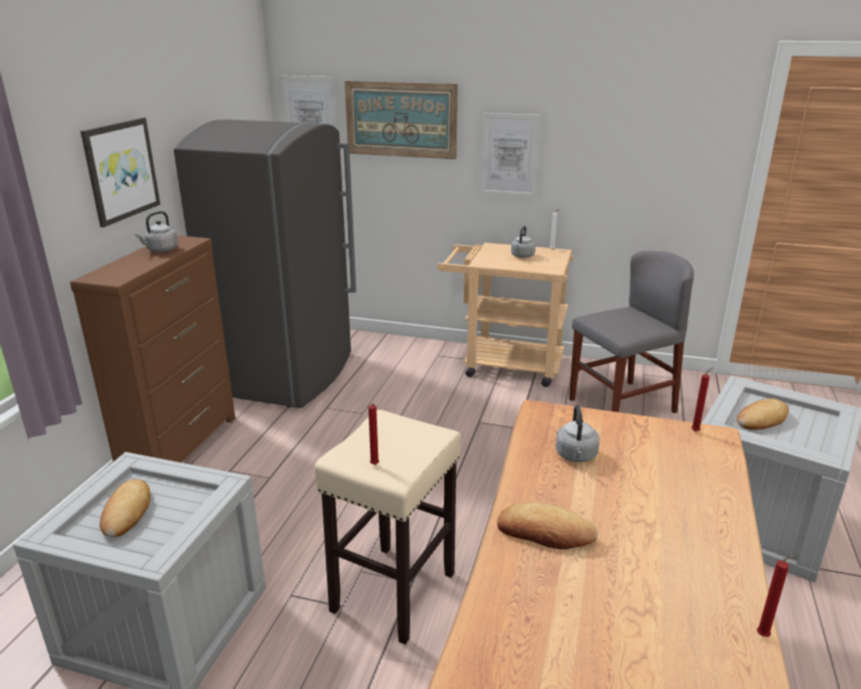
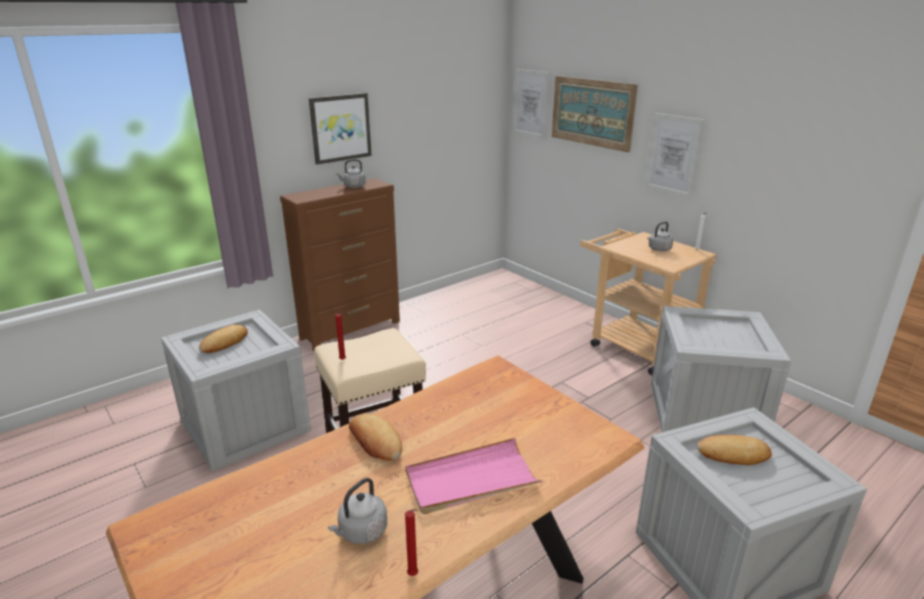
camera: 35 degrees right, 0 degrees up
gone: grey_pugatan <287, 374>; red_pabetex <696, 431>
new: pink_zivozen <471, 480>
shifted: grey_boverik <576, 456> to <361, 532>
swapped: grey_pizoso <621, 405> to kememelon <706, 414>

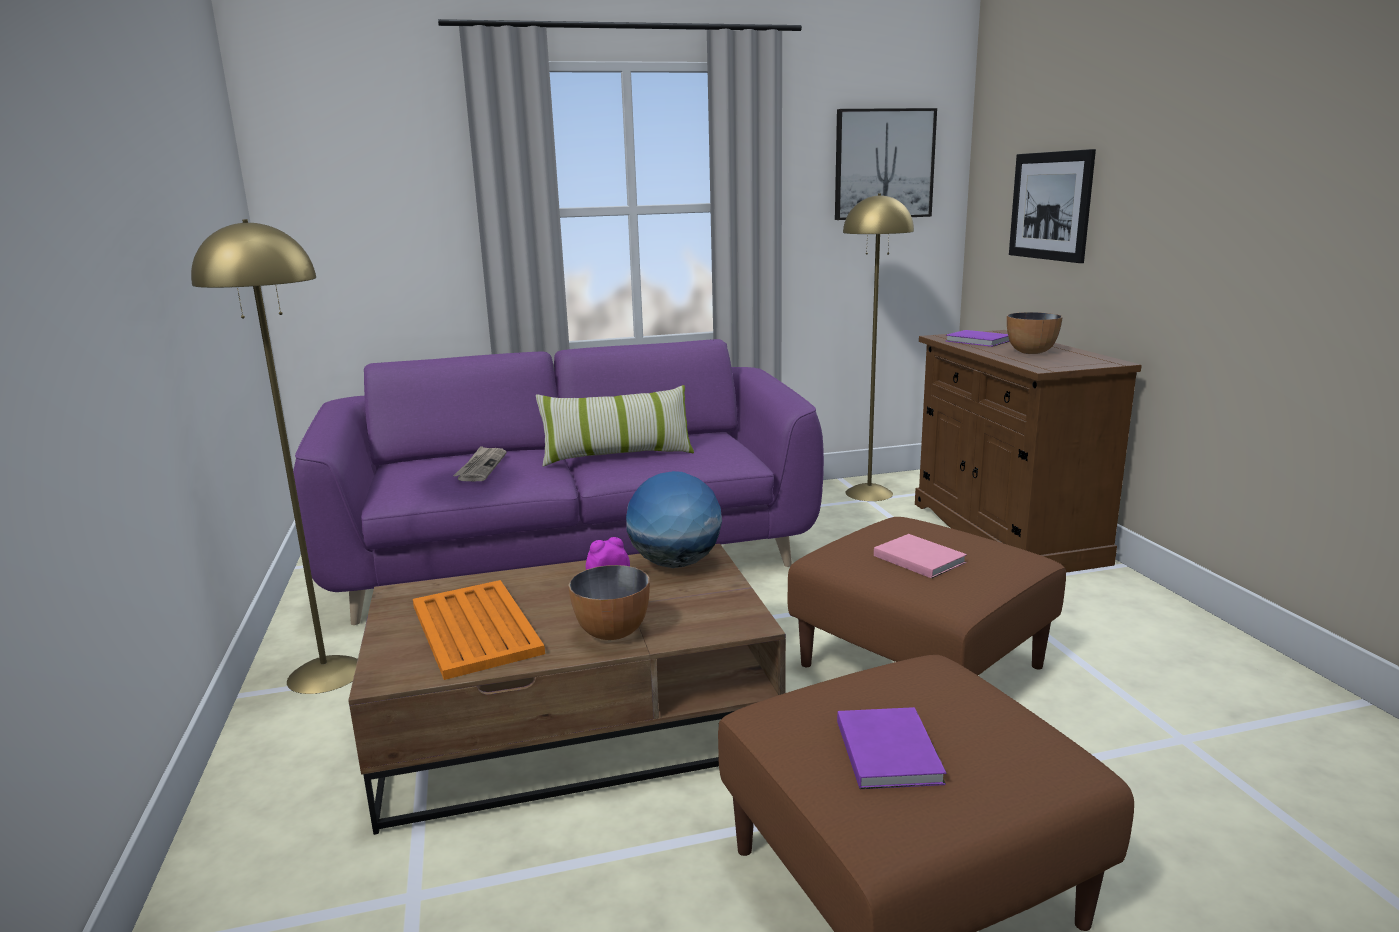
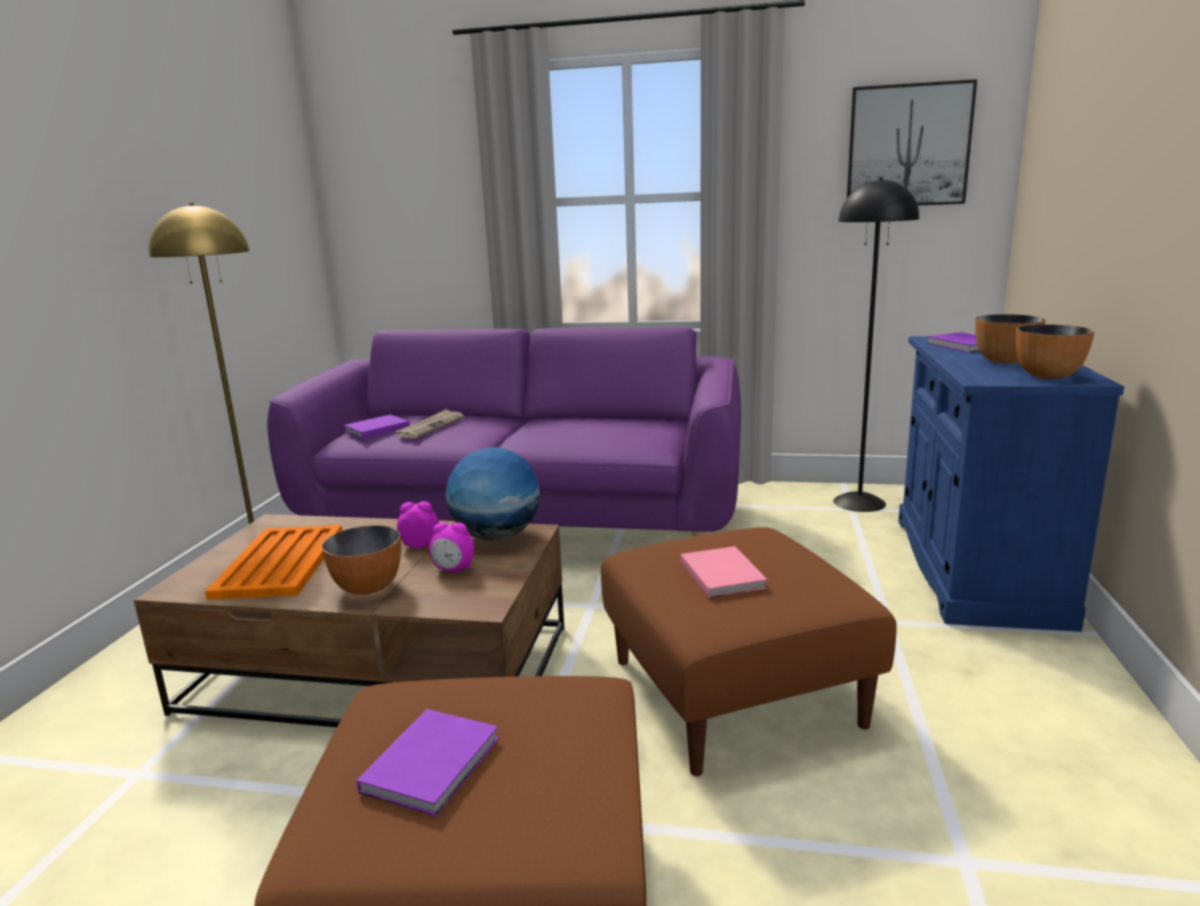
camera: 25 degrees right, 0 degrees up
gone: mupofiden <617, 455>; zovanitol <1050, 206>
new: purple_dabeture <375, 429>; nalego <453, 569>; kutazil <1047, 376>
repainted: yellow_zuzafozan <868, 493> to black_zuzafozan <859, 502>; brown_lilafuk <1004, 532> to blue_lilafuk <975, 568>

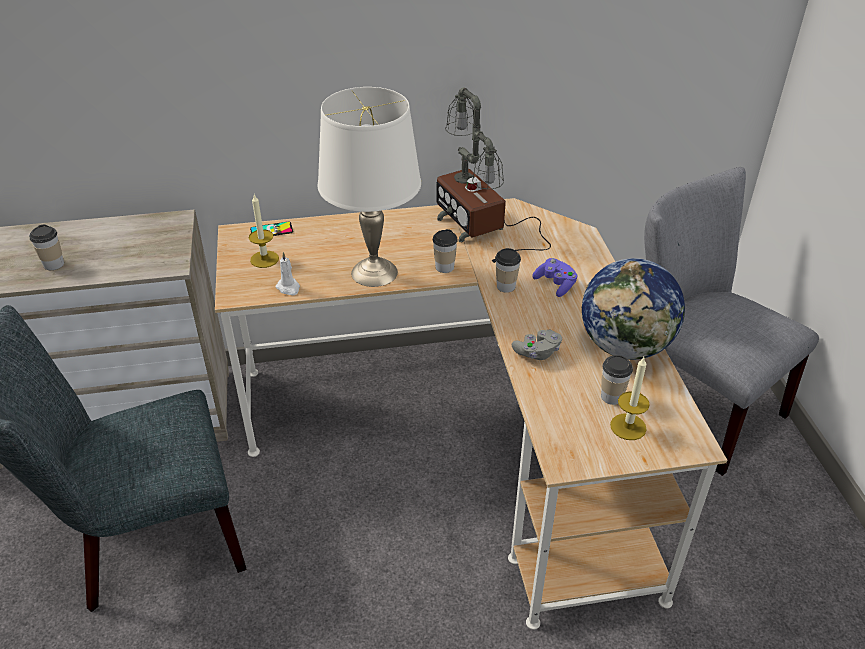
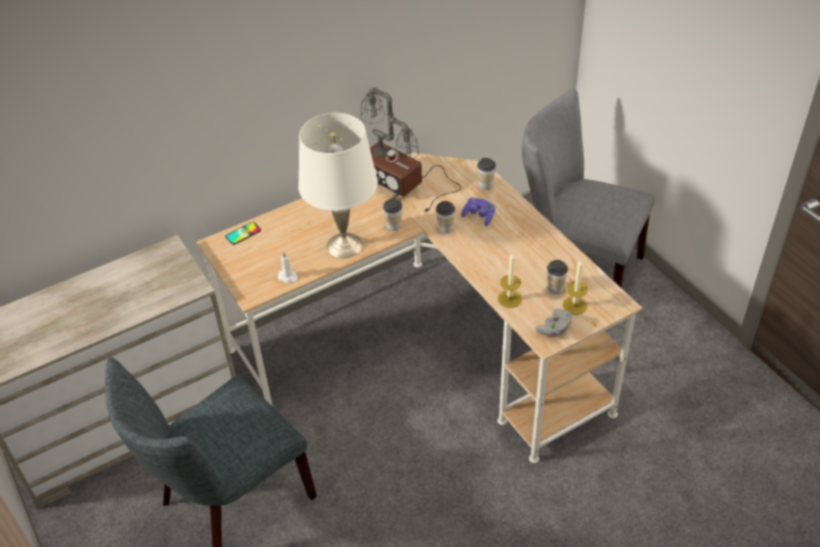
camera: 20 degrees left, 5 degrees up
gone: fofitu <625, 346>
shifted: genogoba <53, 264> to <485, 185>; pabetex <264, 259> to <509, 299>; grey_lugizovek <537, 352> to <554, 328>

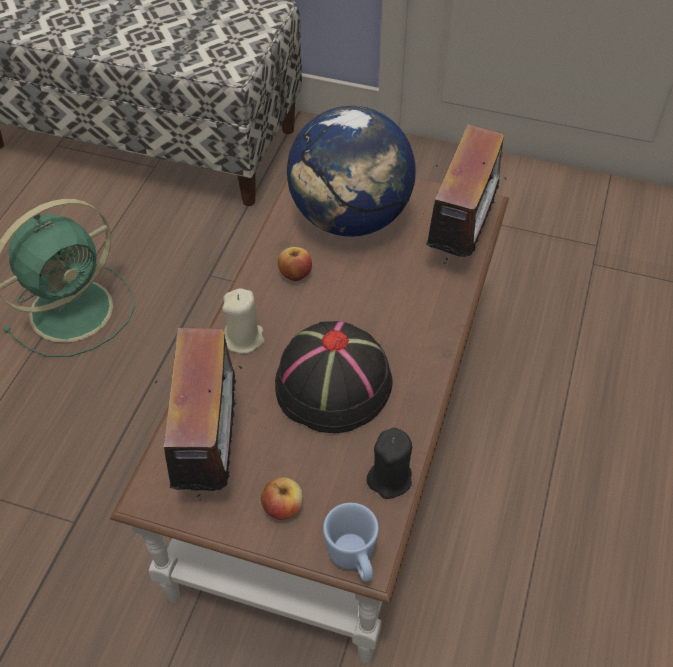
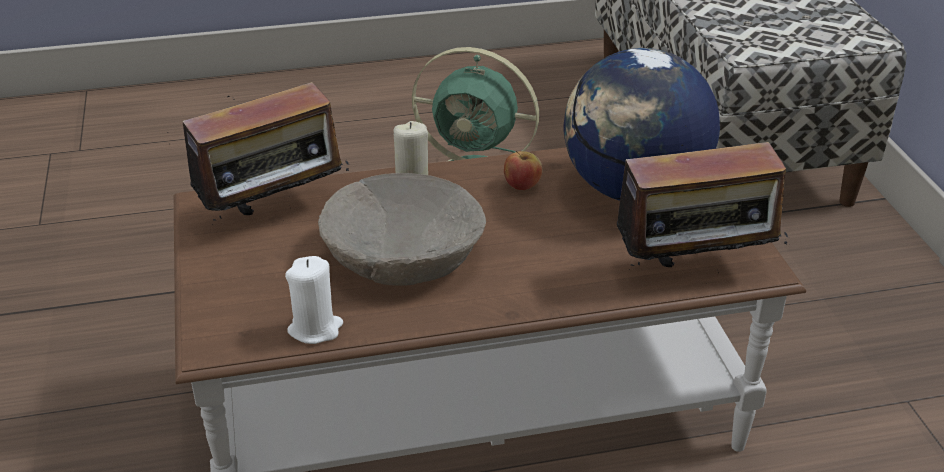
camera: 60 degrees right, 15 degrees down
gone: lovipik <283, 507>; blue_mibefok <354, 559>
swapped: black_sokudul <332, 385> to beige_kutazil <402, 255>
repainted: black_pabetex <390, 478> to white_pabetex <315, 329>

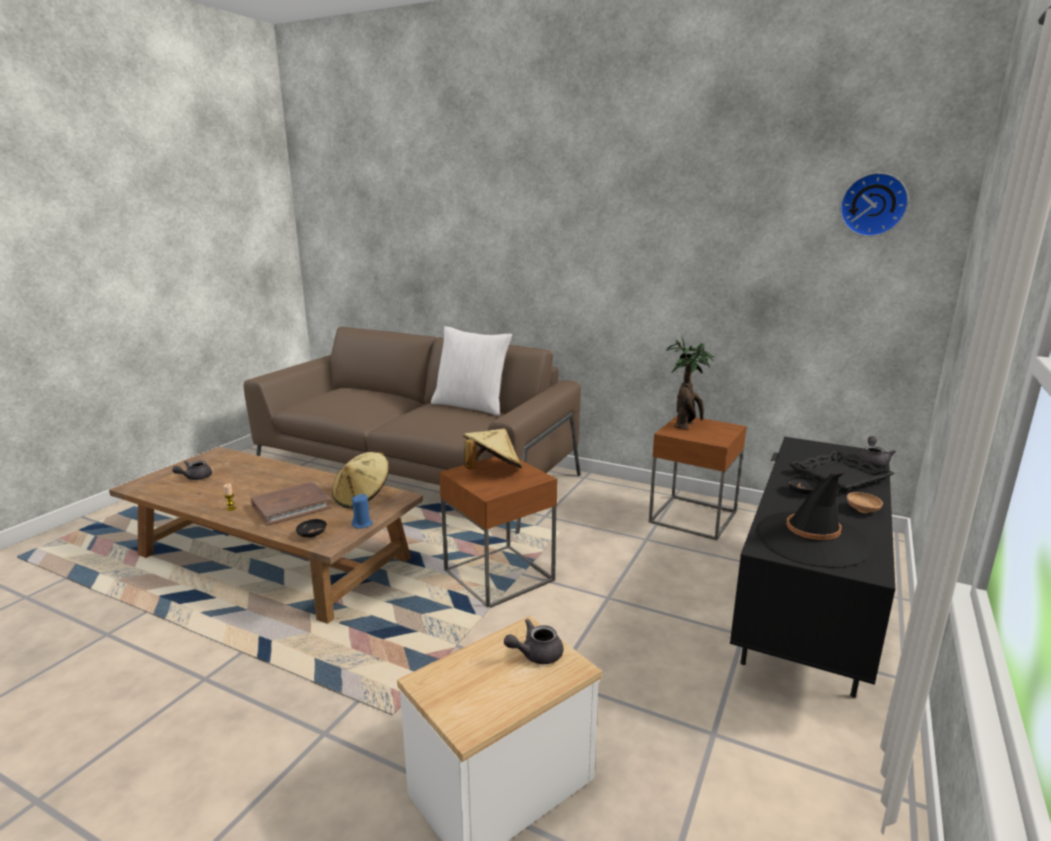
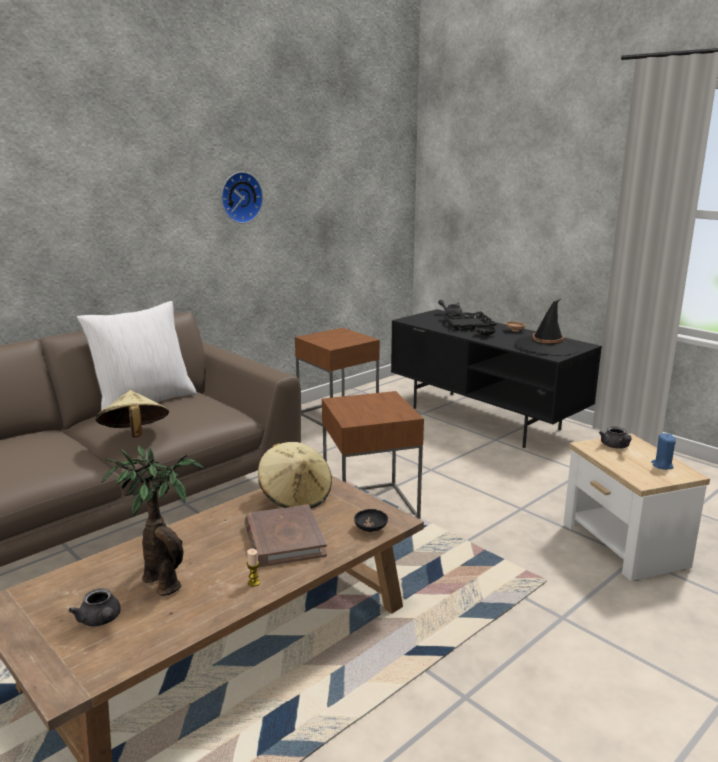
camera: 70 degrees left, 0 degrees up
shifted: blue_pabetex <362, 524> to <662, 465>; beige_sokudul <492, 470> to <134, 436>; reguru <686, 424> to <162, 580>; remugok <873, 205> to <240, 197>

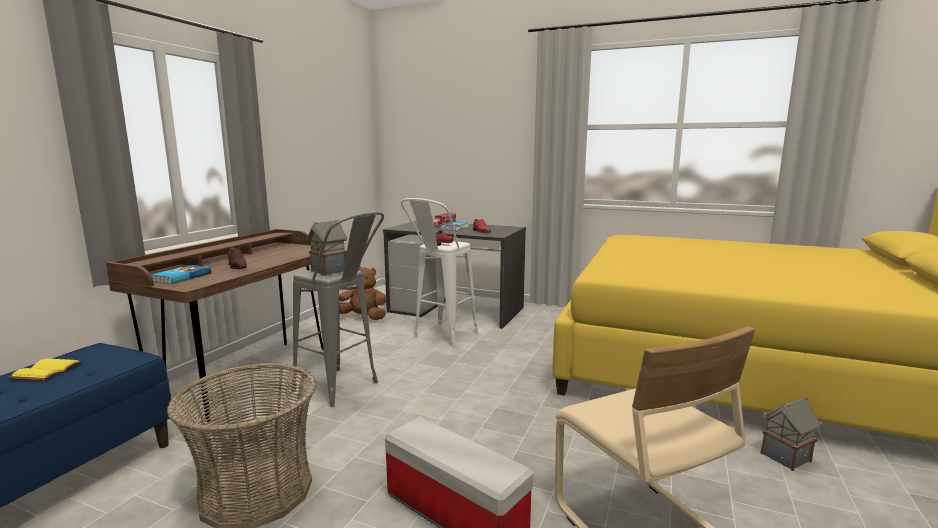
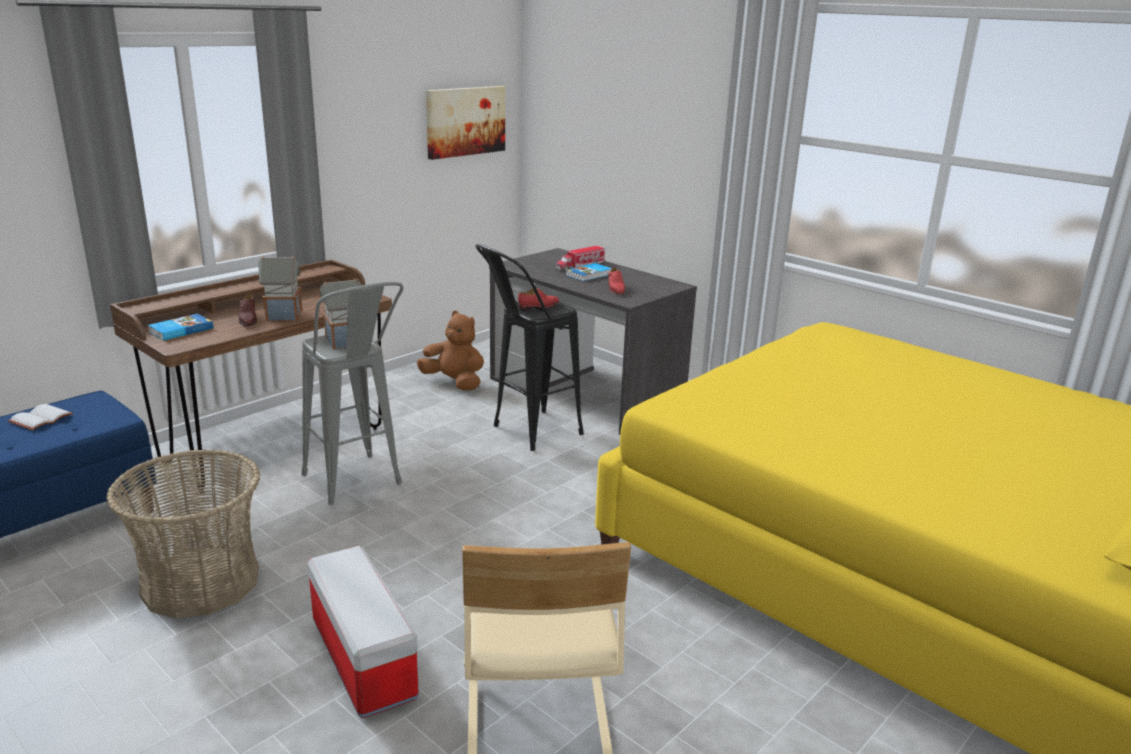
camera: 20 degrees right, 10 degrees up
new: zovanitol <465, 121>
shifted: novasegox <785, 458> to <283, 315>
repainted: yellow_dabeture <46, 371> to white_dabeture <41, 418>; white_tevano <440, 337> to black_tevano <526, 434>

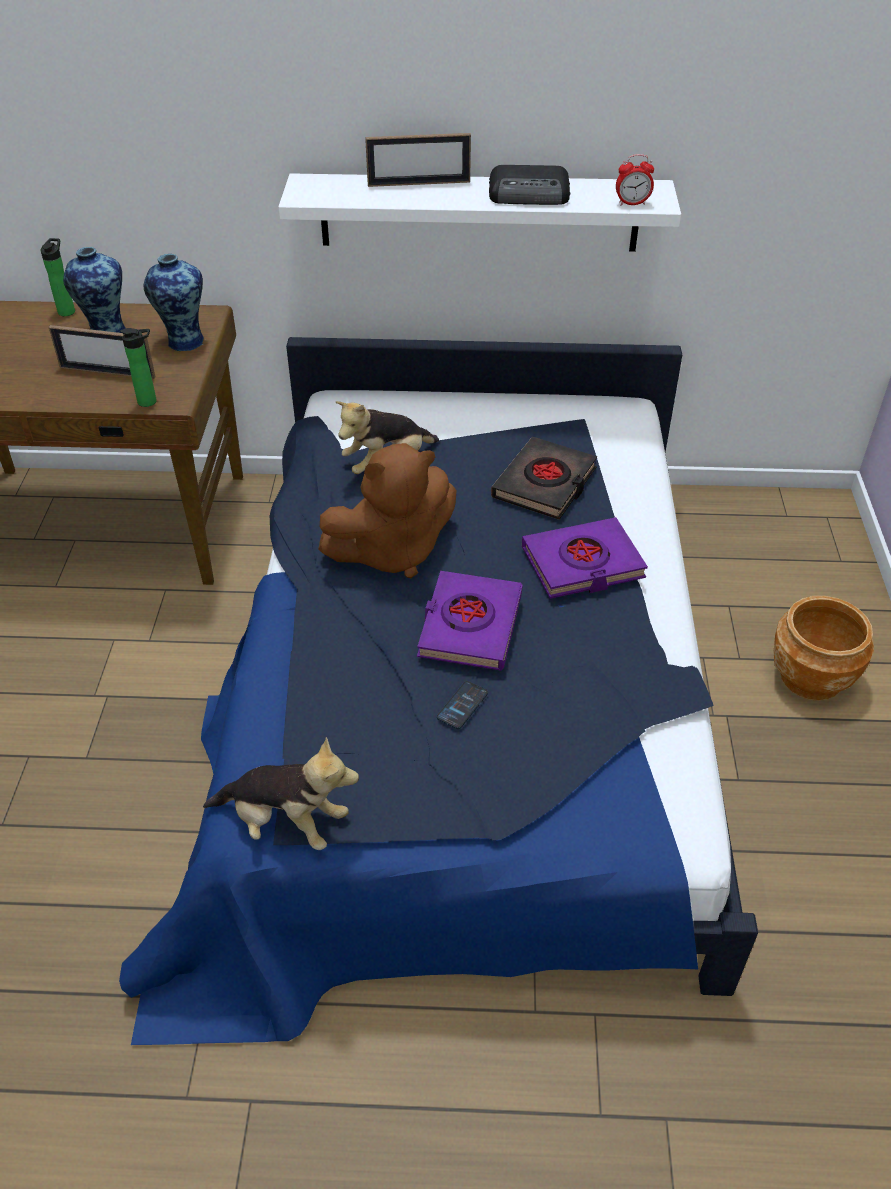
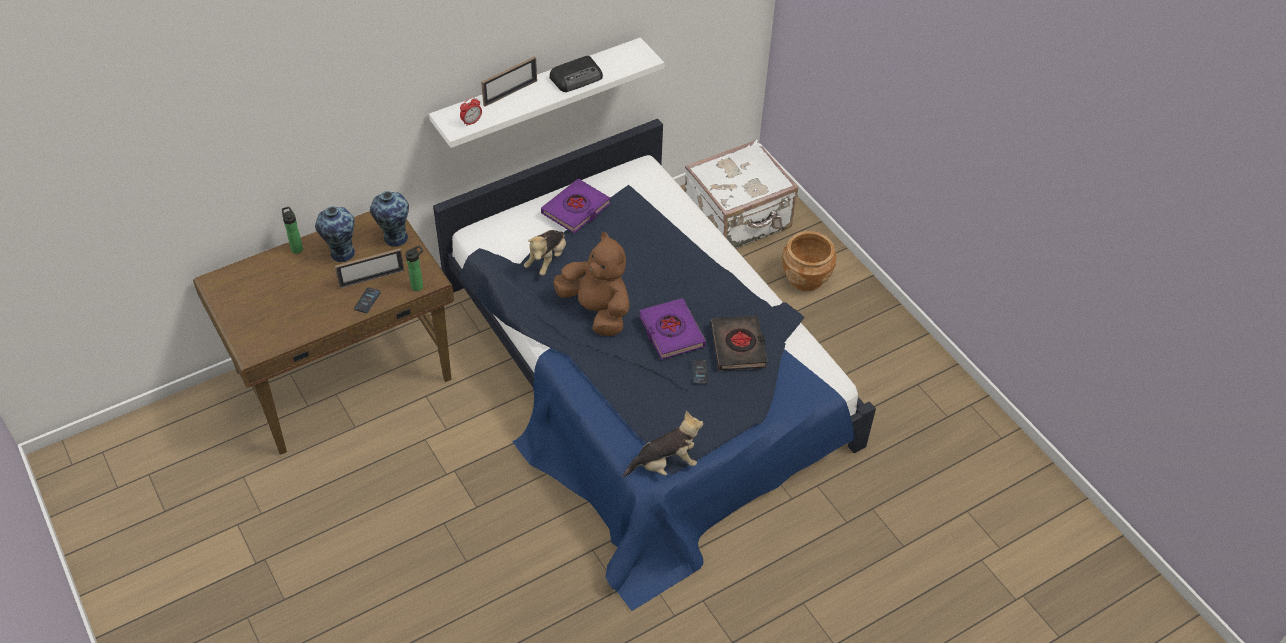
camera: 35 degrees left, 5 degrees up
new: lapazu <367, 300>; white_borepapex <738, 220>
shifted: black_dabeture <545, 484> to <738, 346>; purple_dabeture <582, 564> to <576, 209>; nalego <632, 203> to <471, 122>
rotated: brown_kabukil <392, 551> = <597, 311> 75 degrees counterclockwise

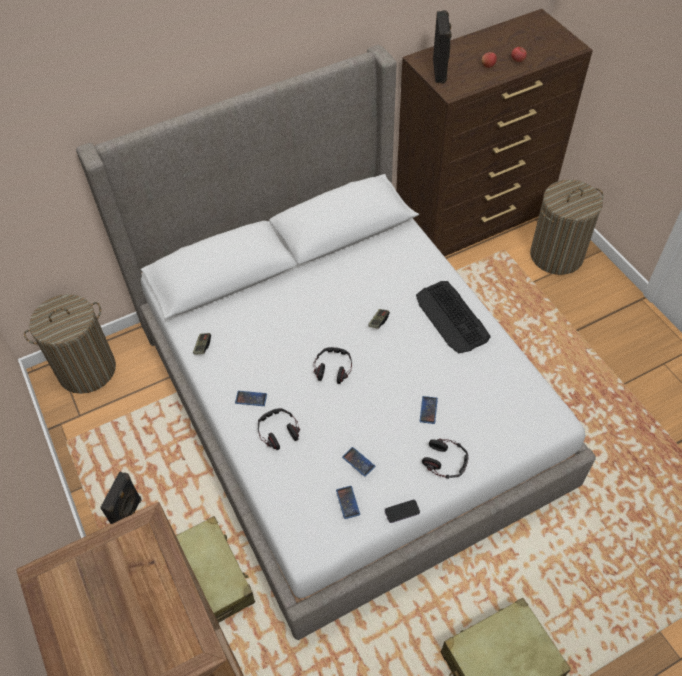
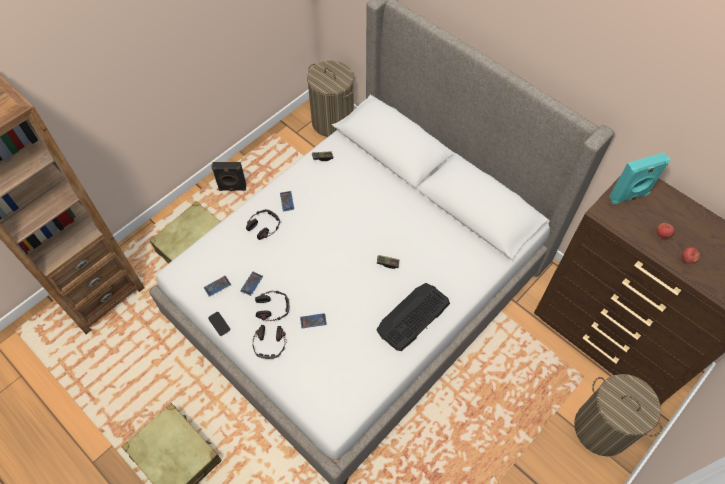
camera: 70 degrees right, 5 degrees up
shifted: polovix <333, 368> to <273, 308>
repainted: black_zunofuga <440, 71> to turquoise_zunofuga <629, 196>

